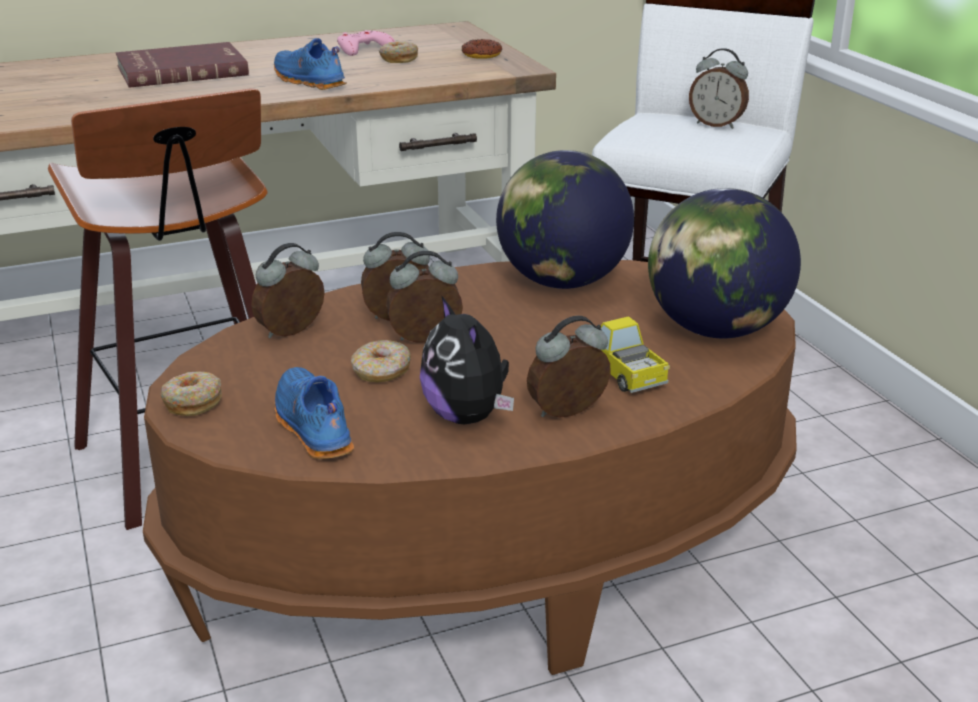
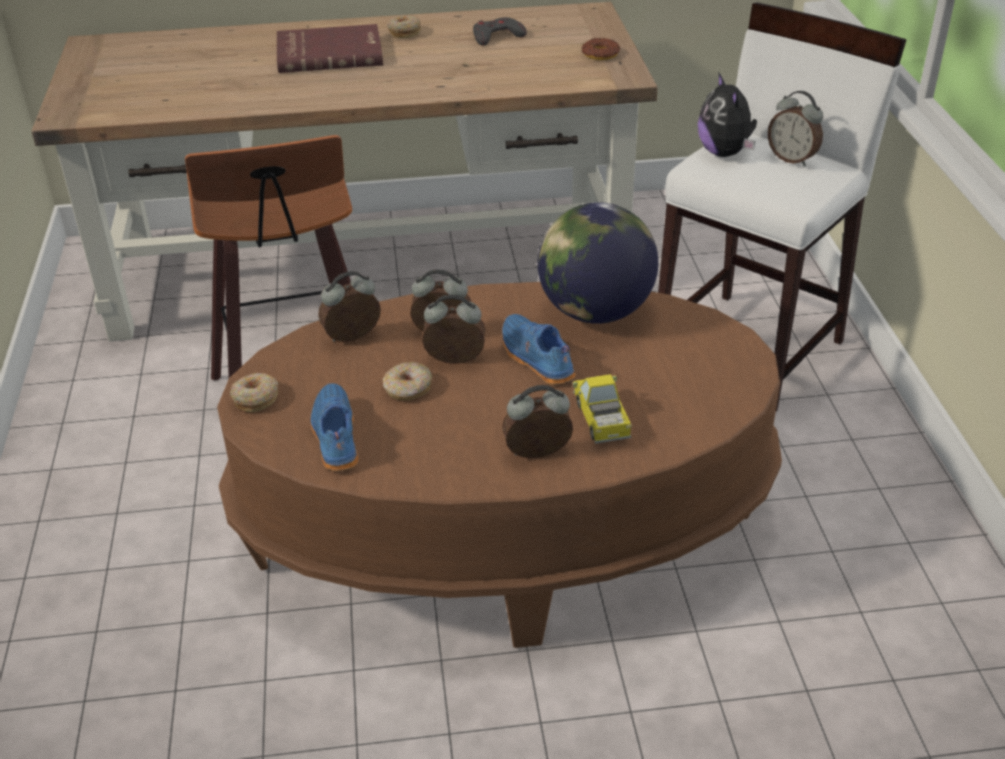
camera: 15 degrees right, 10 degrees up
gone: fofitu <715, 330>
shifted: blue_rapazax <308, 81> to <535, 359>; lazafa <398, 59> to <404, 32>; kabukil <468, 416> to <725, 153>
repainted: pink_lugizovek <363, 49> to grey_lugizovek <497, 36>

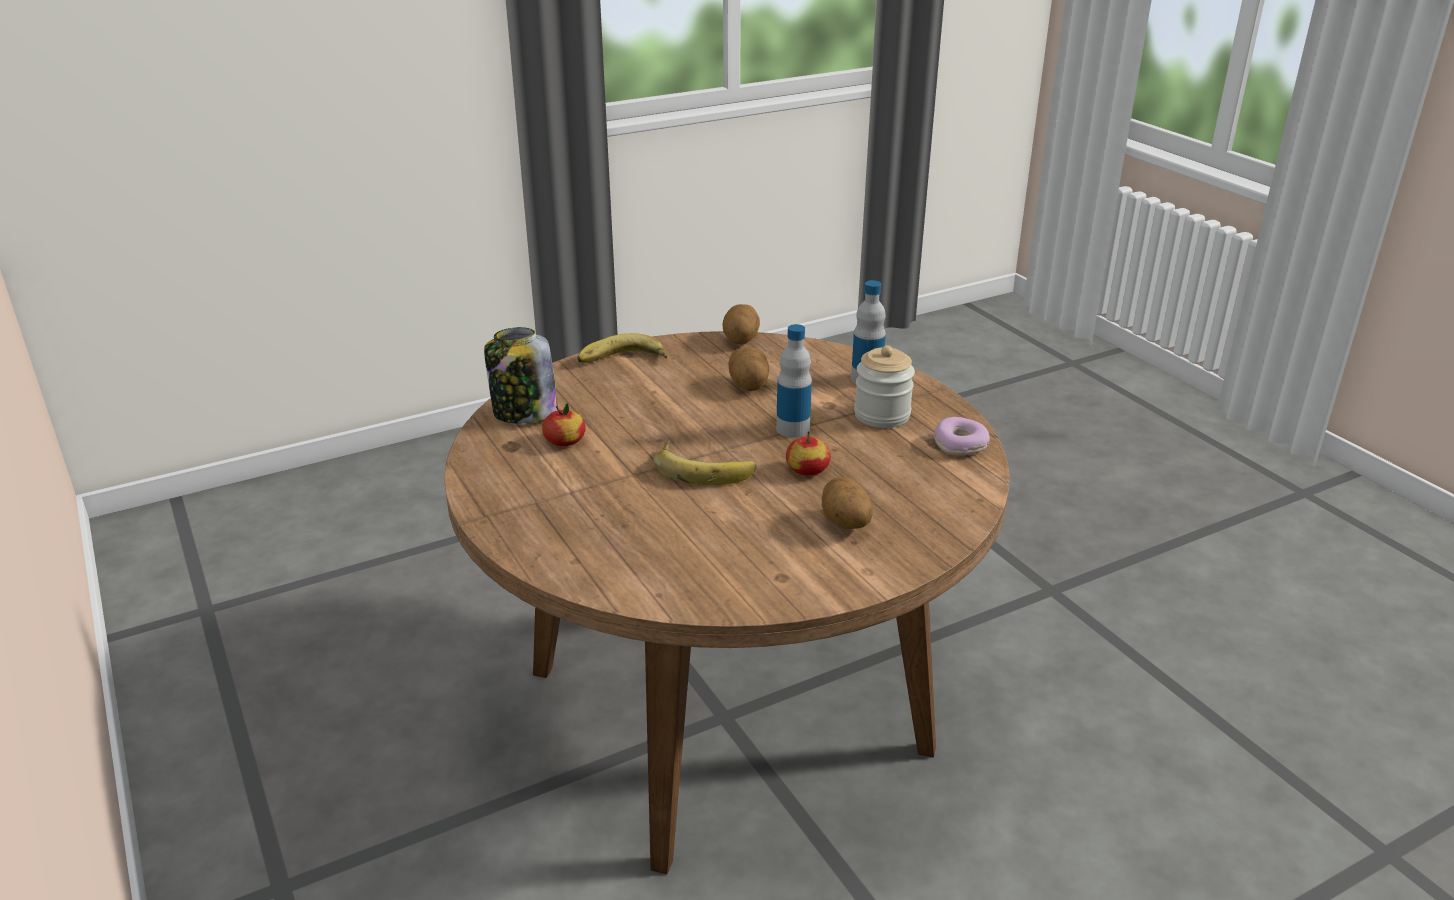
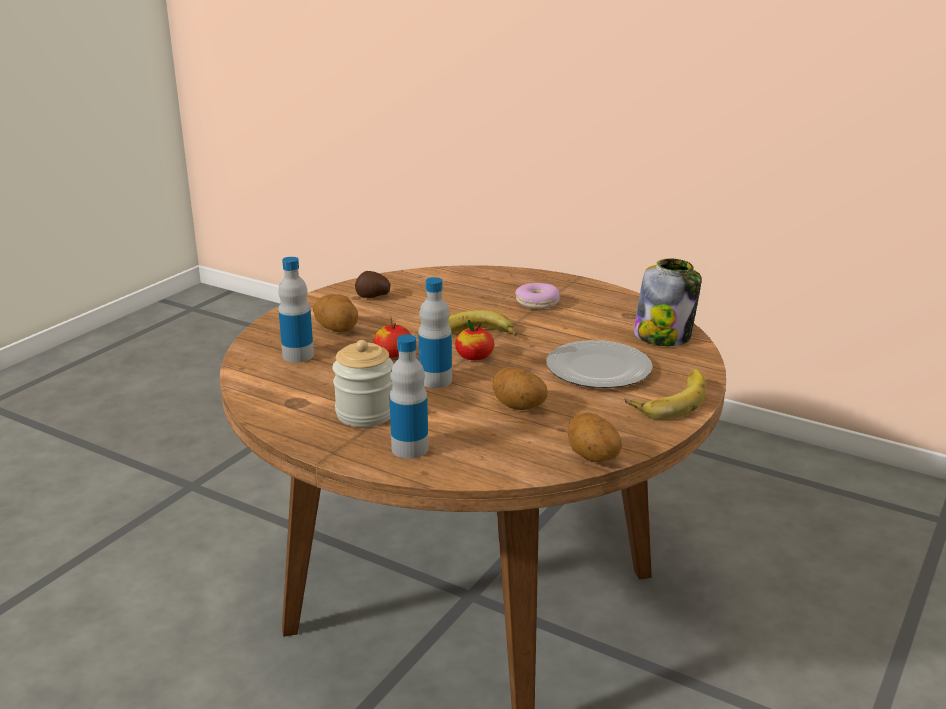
camera: 150 degrees right, 5 degrees down
new: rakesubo <298, 355>; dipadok <373, 297>; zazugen <599, 368>
shifted: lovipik <565, 441> to <474, 357>; lazafa <960, 445> to <537, 303>

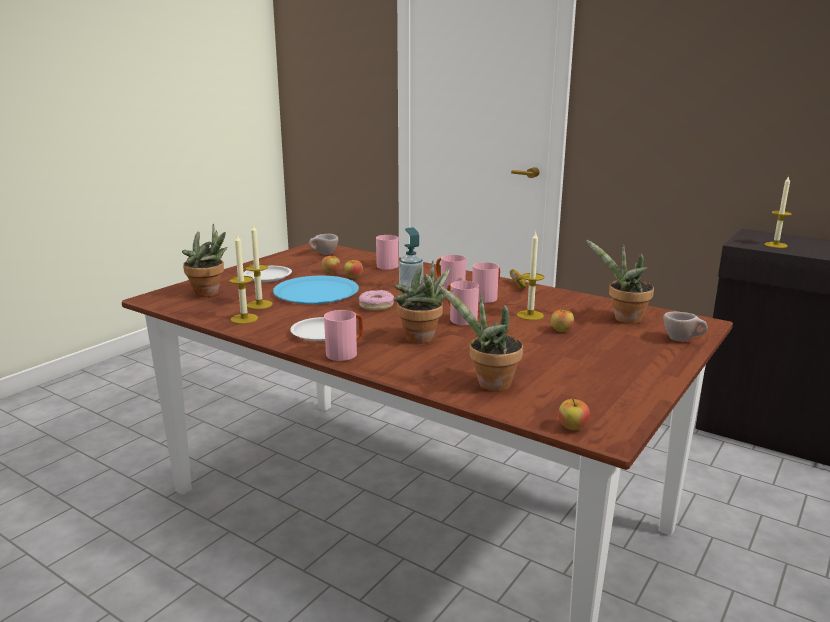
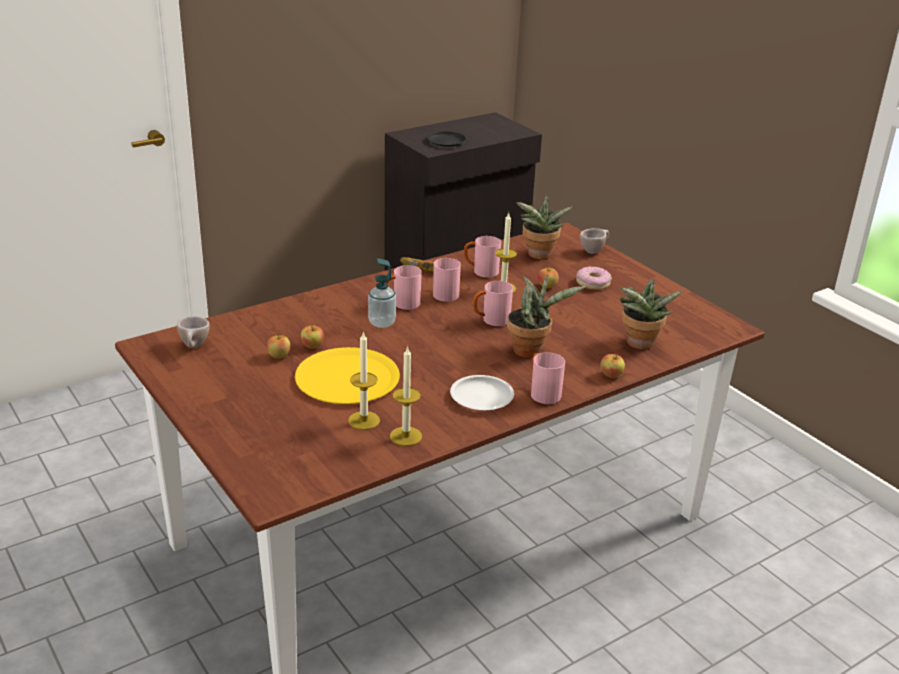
camera: 70 degrees left, 10 degrees up
gone: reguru <210, 293>; white_zazugen <268, 276>
shifted: lazafa <376, 306> to <592, 283>; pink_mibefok <386, 265> to <481, 272>; lovipik <572, 427> to <611, 375>
swapped: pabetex <775, 245> to black_zazugen <447, 141>
repainted: blue_zazugen <316, 292> to yellow_zazugen <347, 378>

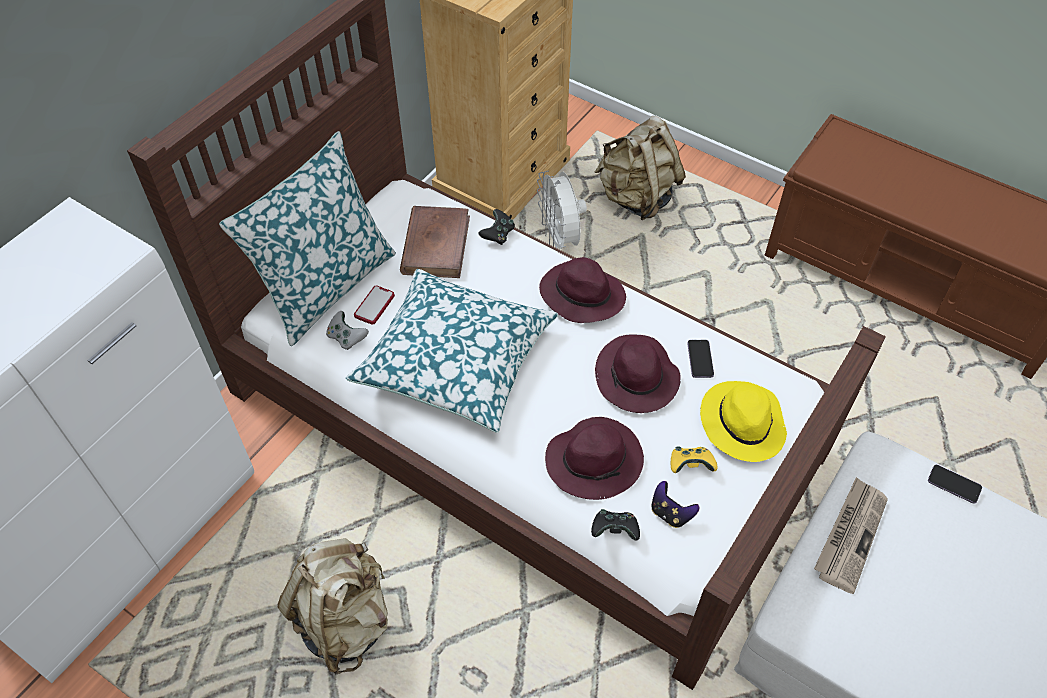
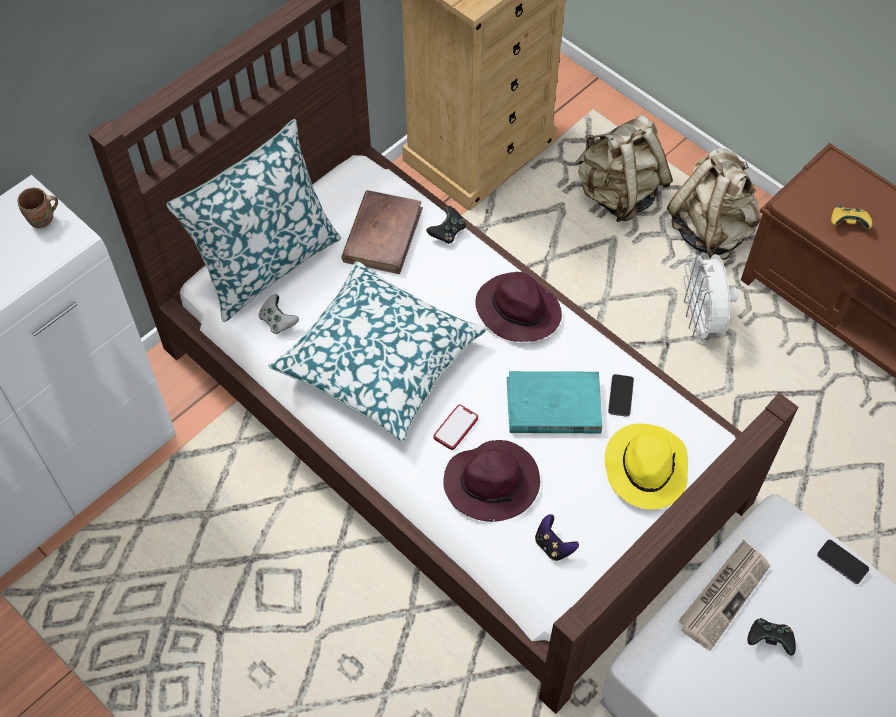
camera: 10 degrees right, 5 degrees up
new: brown_mibefok <43, 220>
shifted: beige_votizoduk <345, 620> to <710, 230>; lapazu <374, 306> to <455, 428>; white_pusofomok <560, 239> to <701, 322>; black_lugizovek <615, 530> to <769, 640>; yellow_lugizovek <690, 465> to <848, 223>
swapped: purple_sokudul <637, 378> to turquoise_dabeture <553, 406>

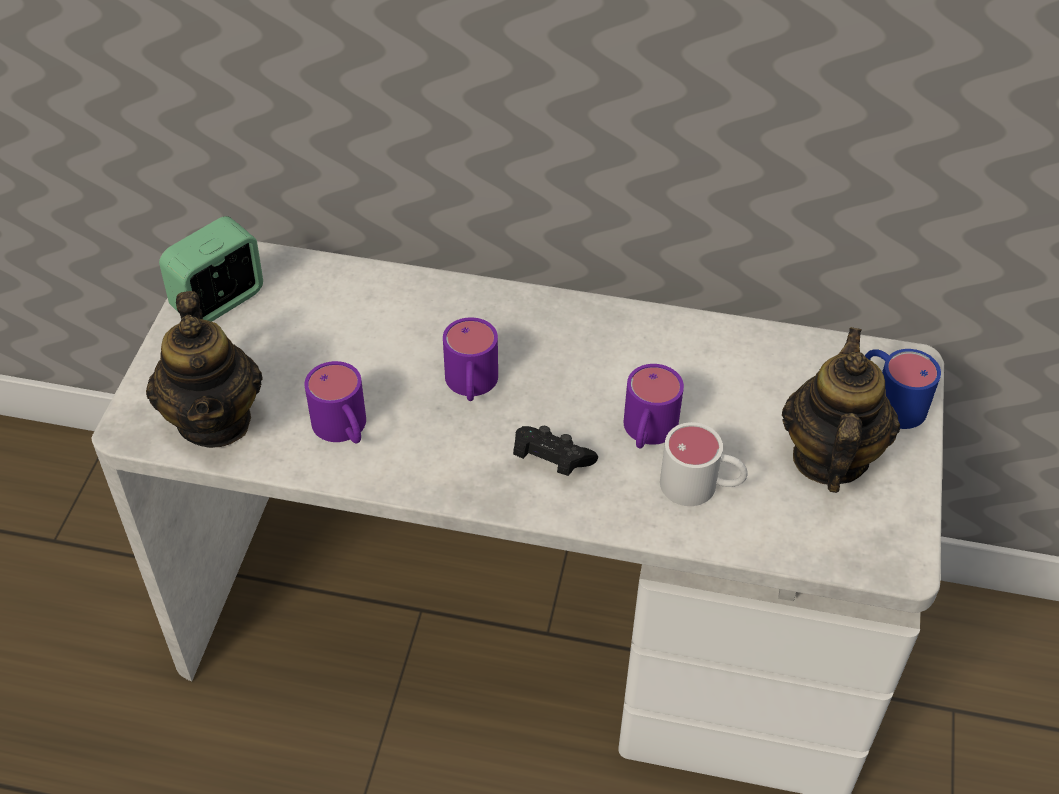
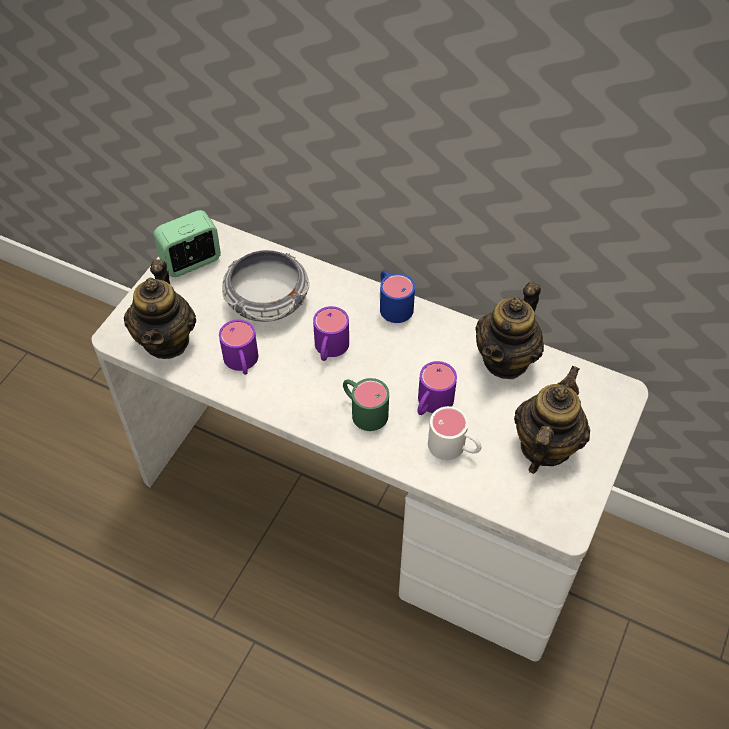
camera: 15 degrees right, 5 degrees up
new: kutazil <267, 299>; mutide <506, 359>
shifted: blue_mibefok <889, 400> to <392, 304>
swapped: black_lugizovek <550, 461> to green_mibefok <363, 410>

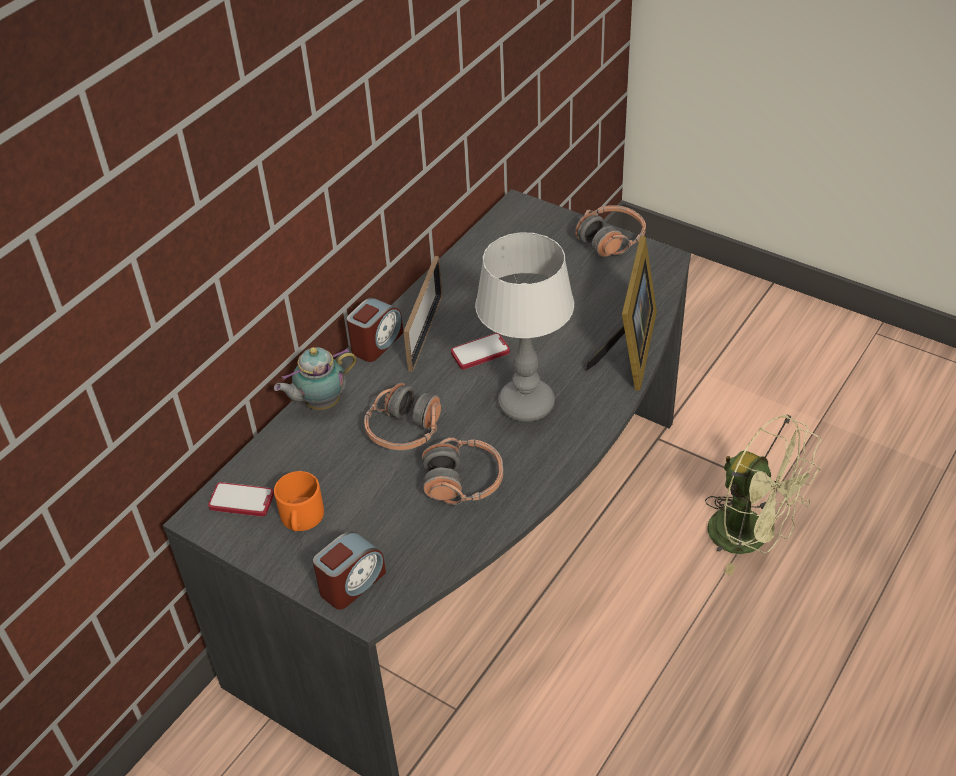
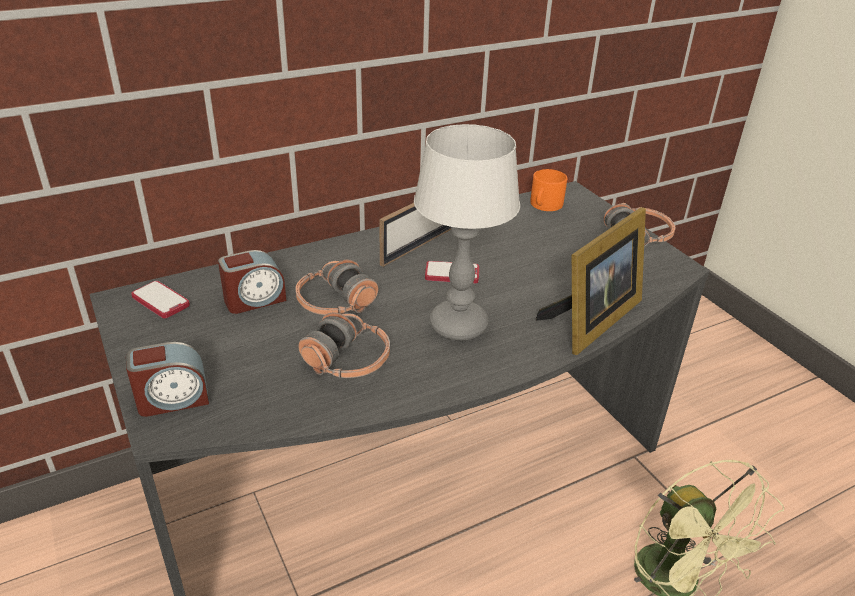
camera: 25 degrees right, 10 degrees down
gone: mutide <320, 403>
shifted: orange_mibefok <301, 518> to <544, 205>; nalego <376, 343> to <254, 300>

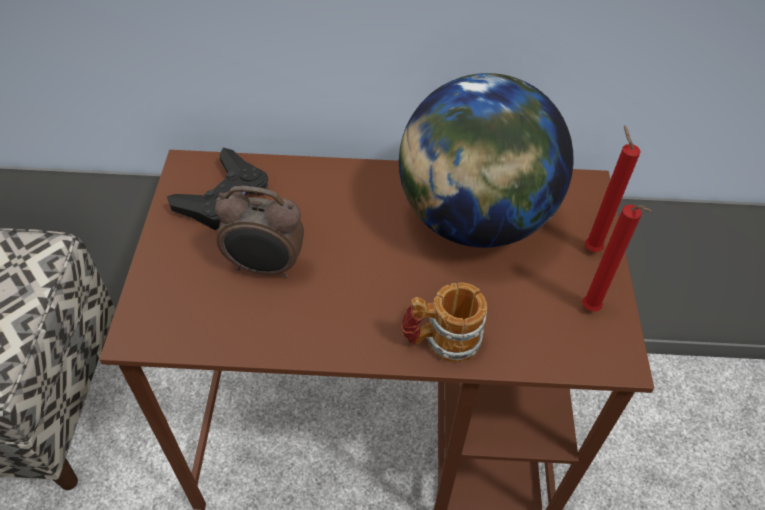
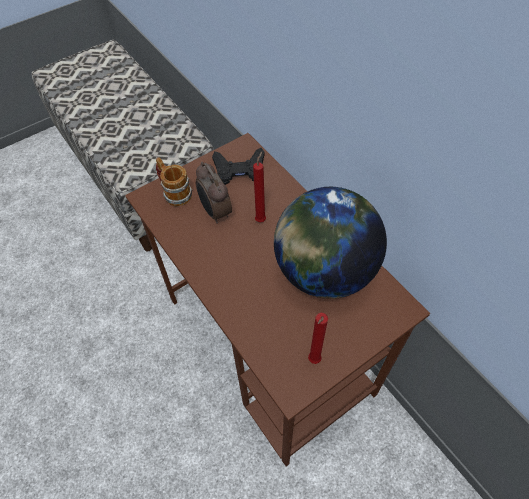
camera: 55 degrees right, 5 degrees up
shifted: mibefok <441, 341> to <174, 192>; red_pabetex <590, 247> to <261, 219>

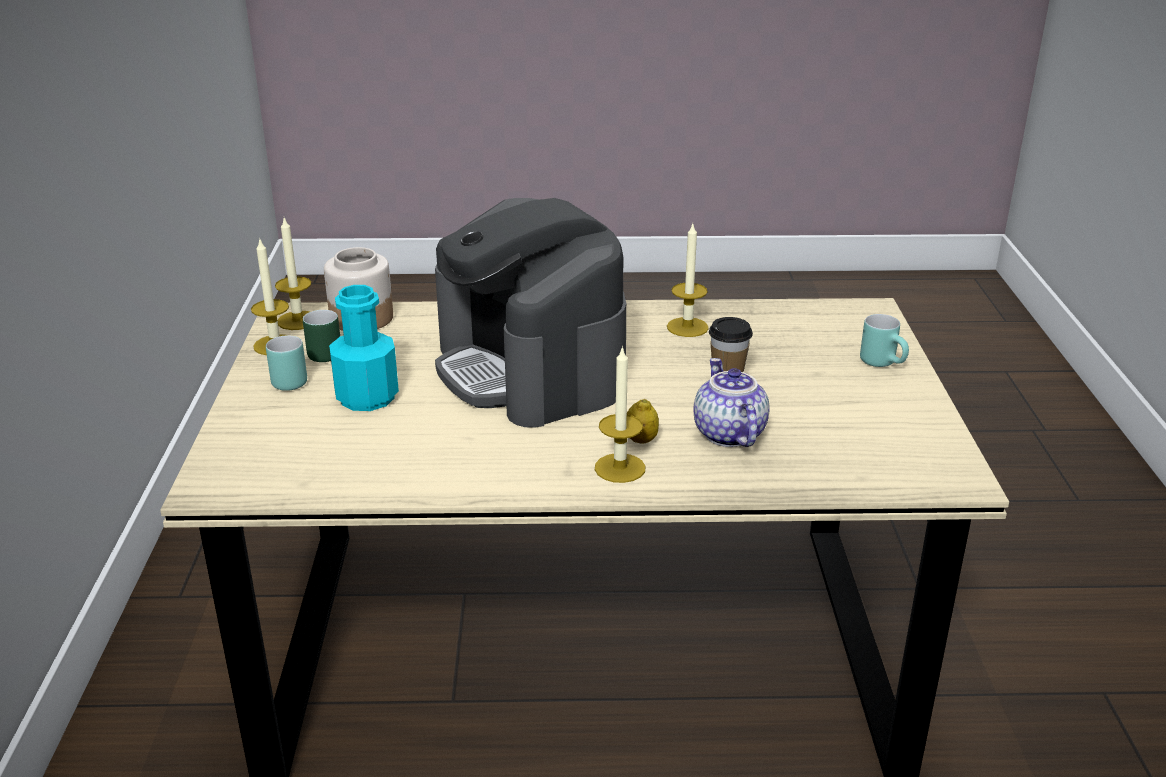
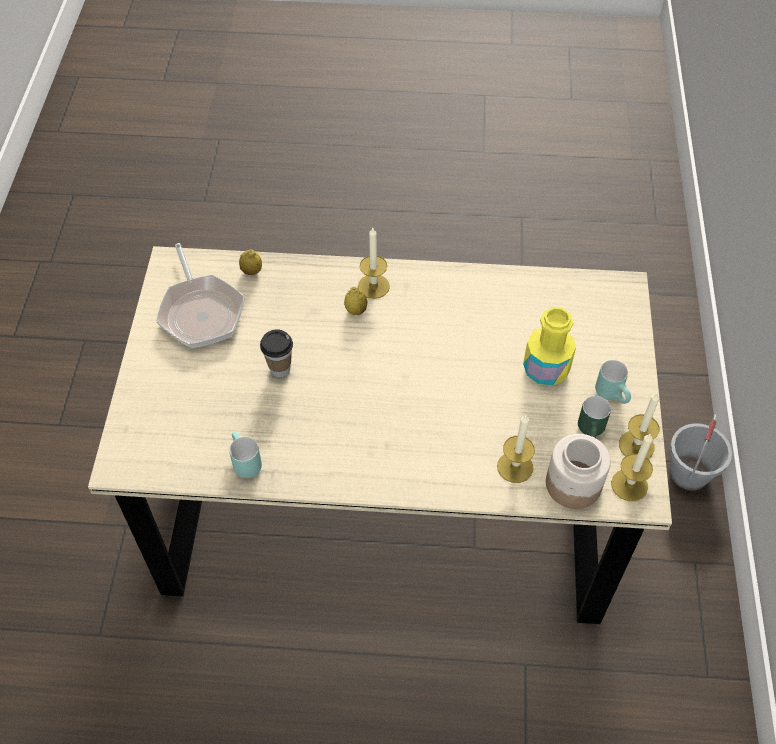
camera: 175 degrees left, 25 degrees up
gone: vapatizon <531, 370>; mutide <727, 434>
new: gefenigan <201, 311>; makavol <251, 271>; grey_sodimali <689, 474>
shifted: pabetex <687, 327> to <515, 467>; turquoise_mibefok <884, 363> to <243, 462>
repainted: turquoise_rakesubo <367, 397> to yellow_rakesubo <546, 369>

